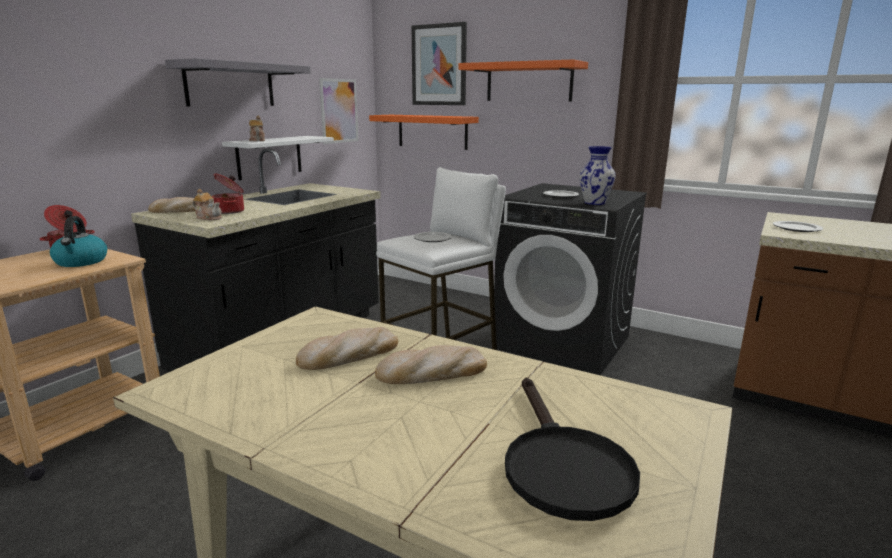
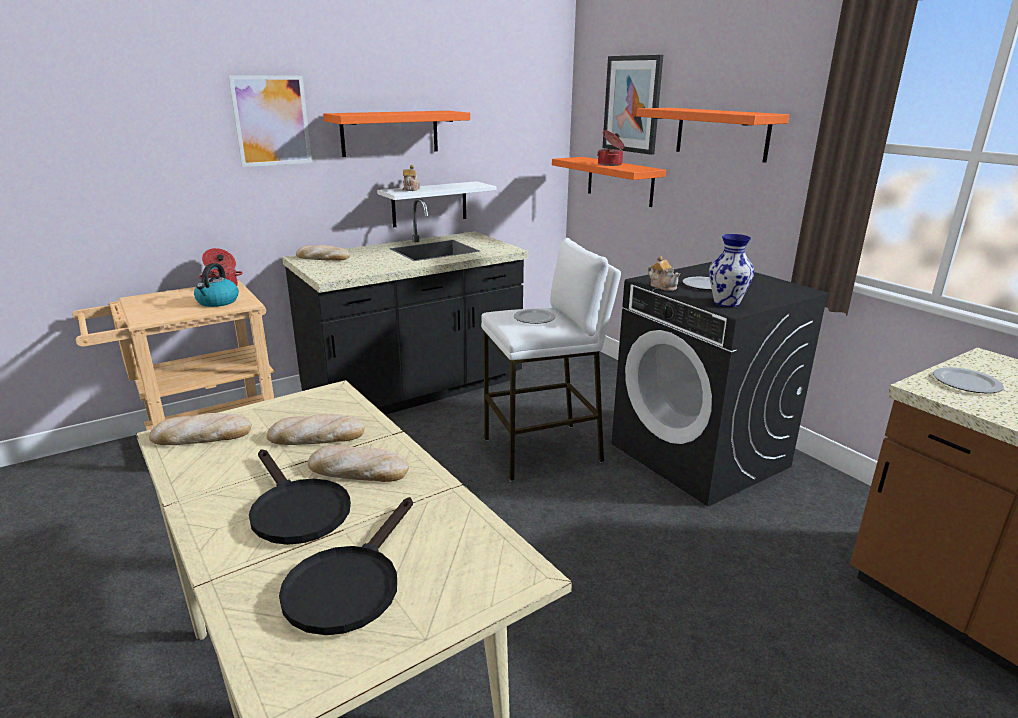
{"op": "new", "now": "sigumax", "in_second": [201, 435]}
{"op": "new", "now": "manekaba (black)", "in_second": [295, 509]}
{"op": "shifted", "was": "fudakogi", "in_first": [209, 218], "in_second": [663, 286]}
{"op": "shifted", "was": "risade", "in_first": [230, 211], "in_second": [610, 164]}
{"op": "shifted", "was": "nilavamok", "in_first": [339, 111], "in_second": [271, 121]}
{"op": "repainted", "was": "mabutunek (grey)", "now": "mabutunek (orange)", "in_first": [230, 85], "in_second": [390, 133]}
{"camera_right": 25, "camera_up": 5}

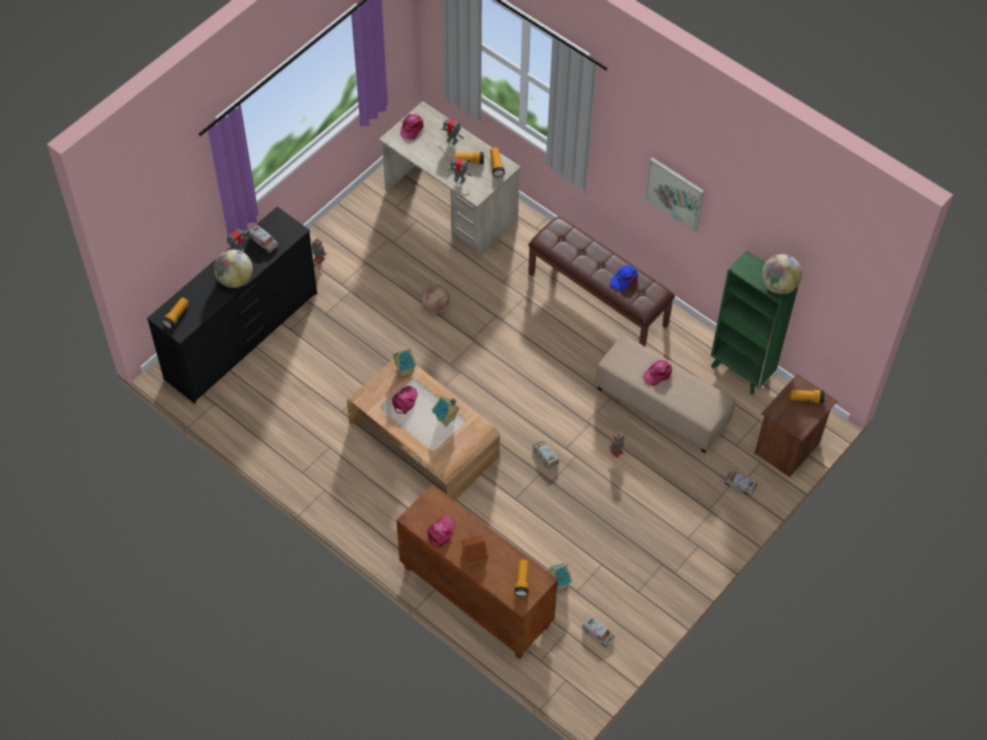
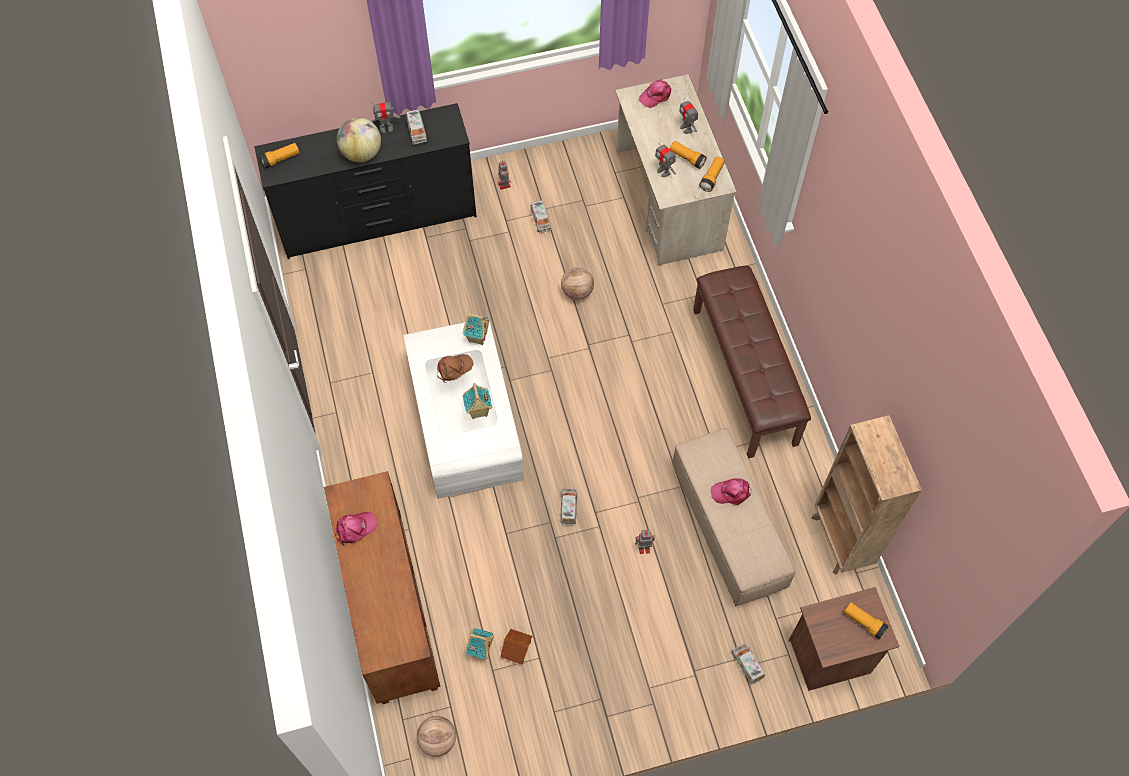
{"op": "gone", "was": "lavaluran", "in_first": [522, 581]}
{"op": "gone", "was": "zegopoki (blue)", "in_first": [624, 279]}
{"op": "gone", "was": "nilavamok", "in_first": [675, 194]}
{"op": "gone", "was": "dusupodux", "in_first": [778, 285]}
{"op": "new", "now": "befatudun", "in_second": [438, 740]}
{"op": "shifted", "was": "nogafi", "in_first": [475, 552], "in_second": [517, 649]}
{"op": "shifted", "was": "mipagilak", "in_first": [598, 634], "in_second": [540, 220]}
{"op": "repainted", "was": "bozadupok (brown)", "now": "bozadupok (white)", "in_first": [423, 439], "in_second": [465, 418]}
{"op": "repainted", "was": "zegopoki (pink)", "now": "zegopoki (brown)", "in_first": [404, 401], "in_second": [454, 368]}
{"op": "repainted", "was": "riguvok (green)", "now": "riguvok (brown)", "in_first": [741, 371], "in_second": [841, 541]}
{"camera_right": 35, "camera_up": 5}

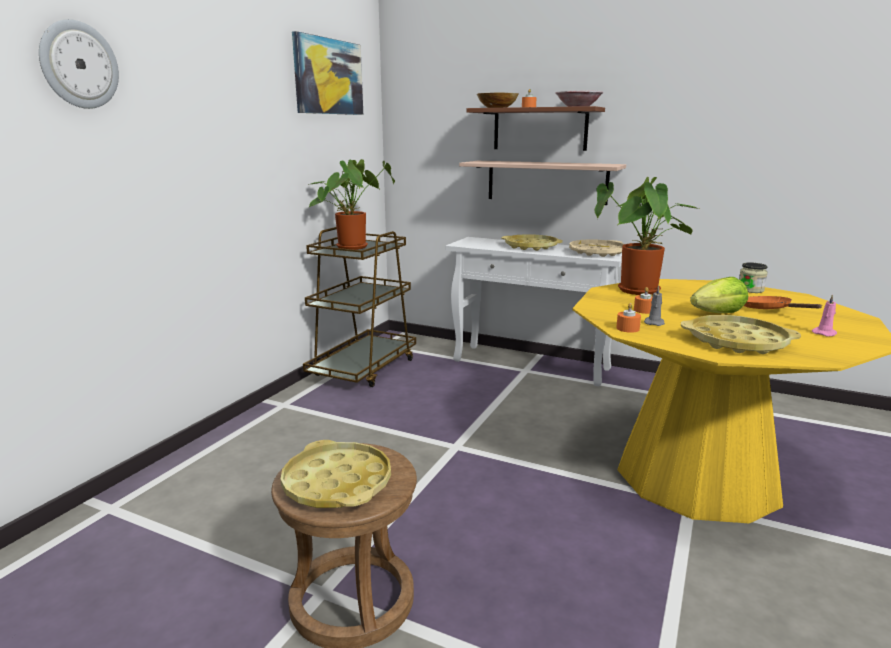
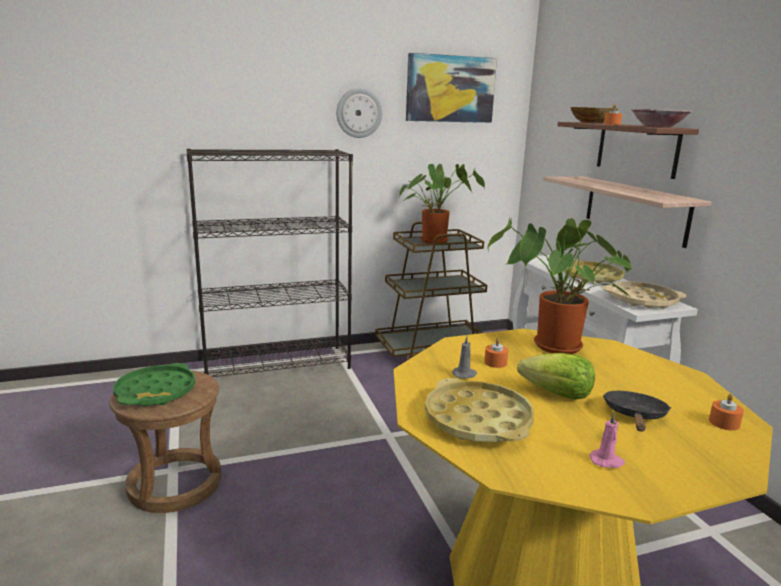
{"op": "gone", "was": "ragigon", "in_first": [750, 290]}
{"op": "new", "now": "riguvok (black)", "in_second": [278, 365]}
{"op": "shifted", "was": "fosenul", "in_first": [79, 65], "in_second": [359, 113]}
{"op": "shifted", "was": "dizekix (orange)", "in_first": [627, 328], "in_second": [724, 423]}
{"op": "repainted", "was": "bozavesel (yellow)", "now": "bozavesel (green)", "in_first": [337, 483], "in_second": [156, 392]}
{"op": "repainted", "was": "manekaba (orange)", "now": "manekaba (black)", "in_first": [769, 310], "in_second": [634, 416]}
{"camera_right": 45, "camera_up": 0}

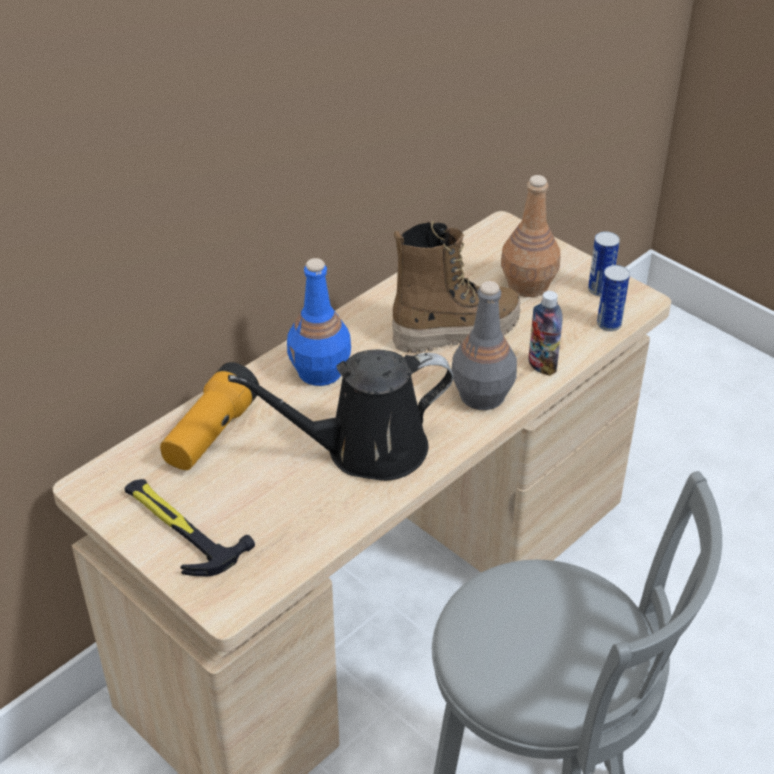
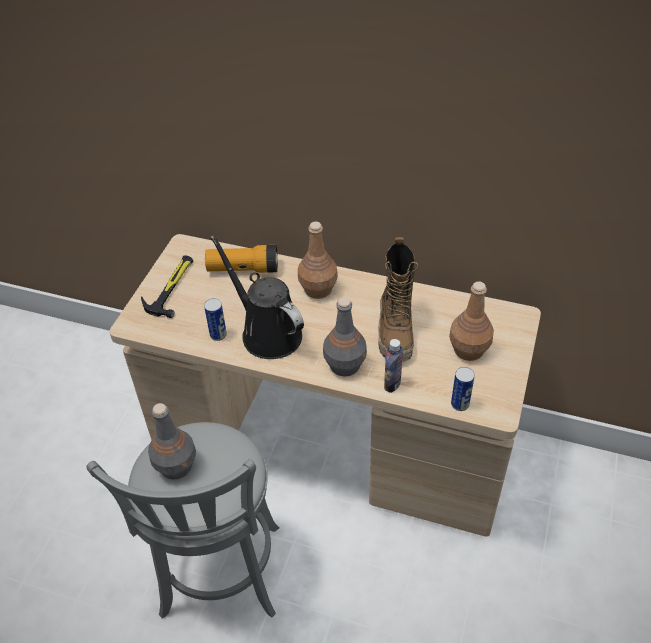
{"op": "new", "now": "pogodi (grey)", "in_second": [176, 465]}
{"op": "shifted", "was": "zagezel", "in_first": [600, 289], "in_second": [218, 335]}
{"op": "repainted", "was": "pogodi (blue)", "now": "pogodi (brown)", "in_first": [320, 372], "in_second": [318, 289]}
{"op": "rotated", "was": "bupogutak", "in_first": [456, 331], "in_second": [395, 332], "clockwise": 45}
{"camera_right": 65, "camera_up": 5}

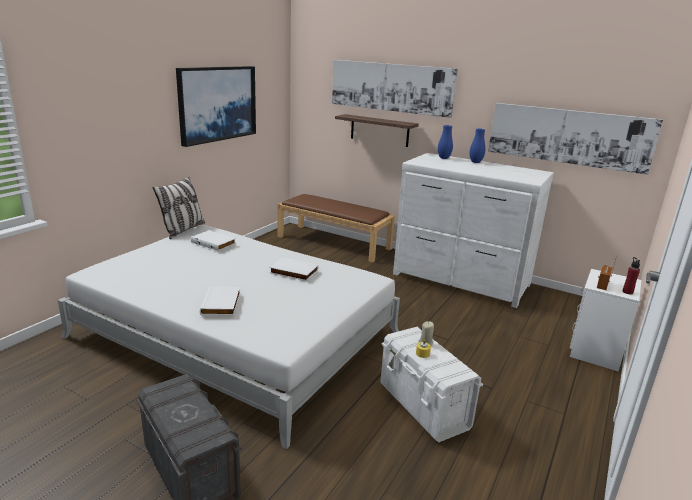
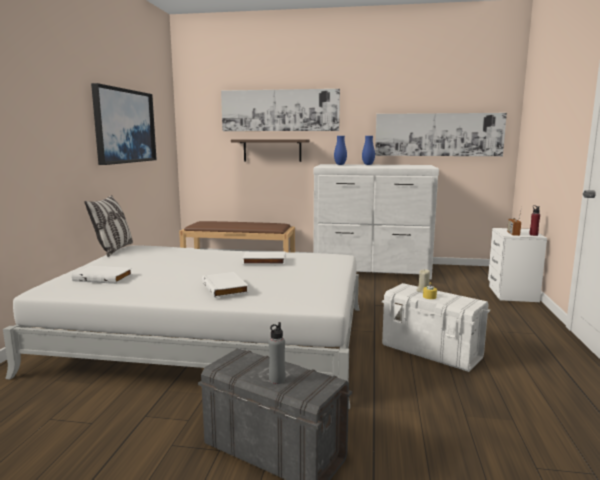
{"op": "new", "now": "pogodi (grey)", "in_second": [277, 380]}
{"op": "shifted", "was": "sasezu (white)", "in_first": [214, 242], "in_second": [104, 277]}
{"camera_right": -20, "camera_up": -10}

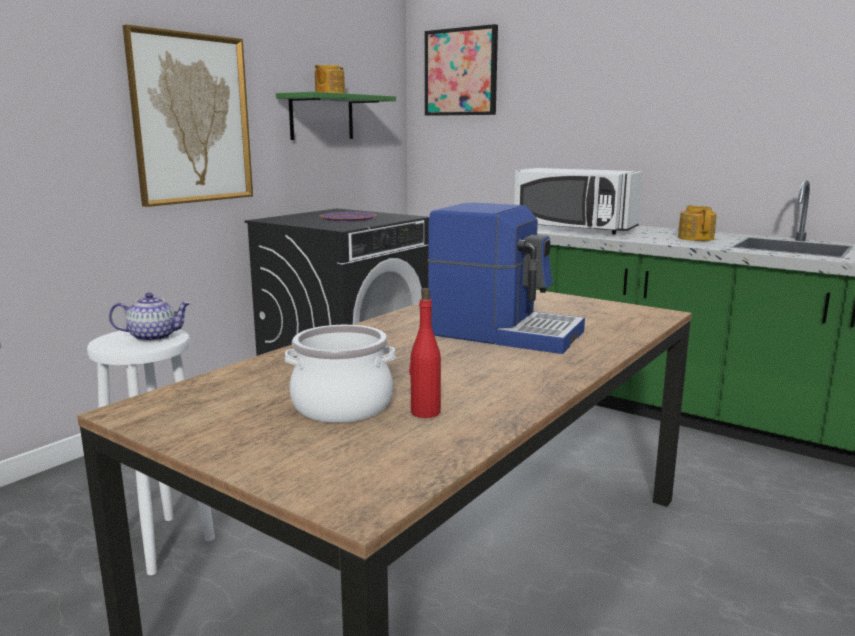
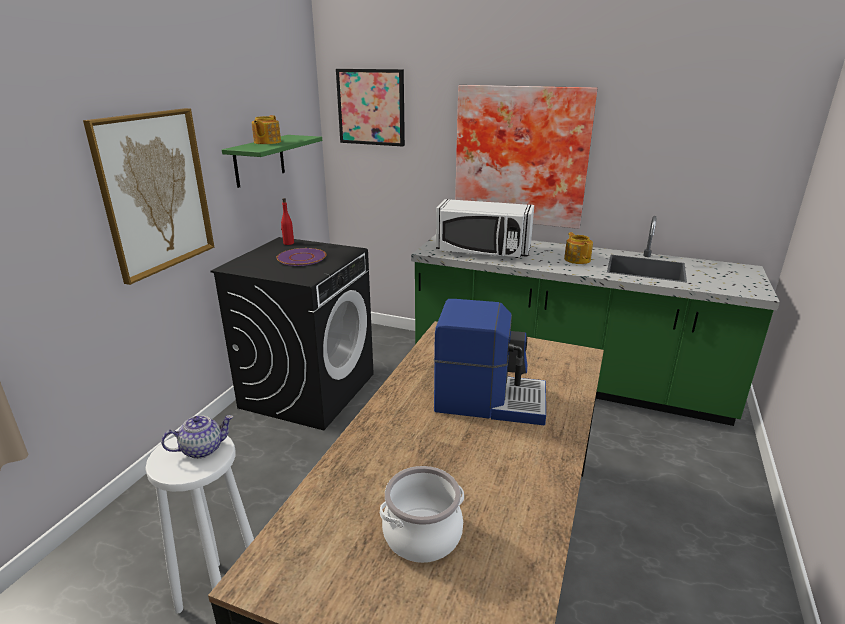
{"op": "new", "now": "nilavamok", "in_second": [521, 156]}
{"op": "shifted", "was": "pogodi (red)", "in_first": [425, 412], "in_second": [288, 243]}
{"camera_right": -15, "camera_up": 10}

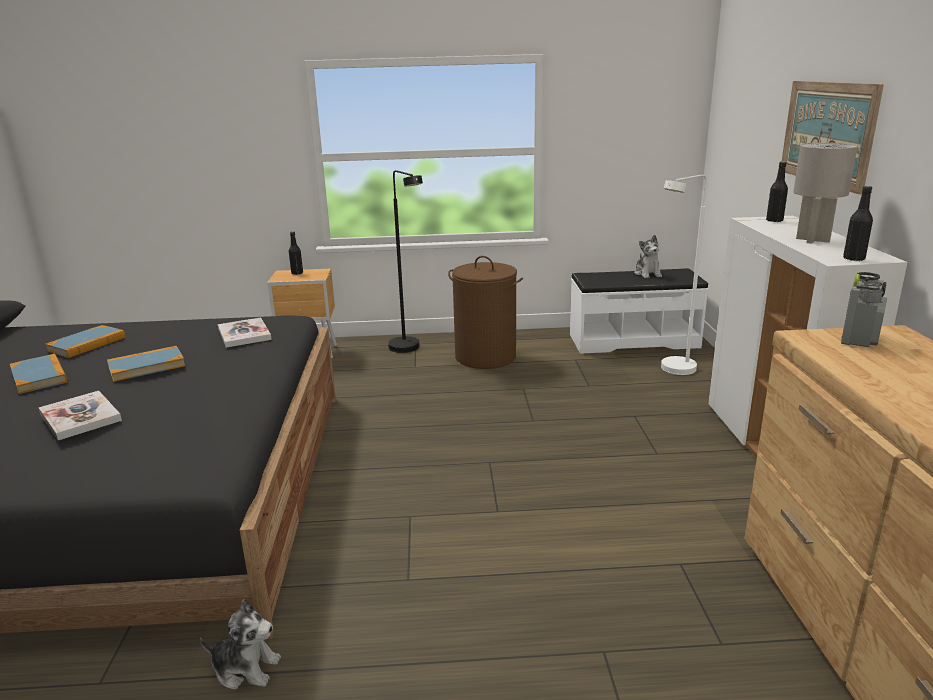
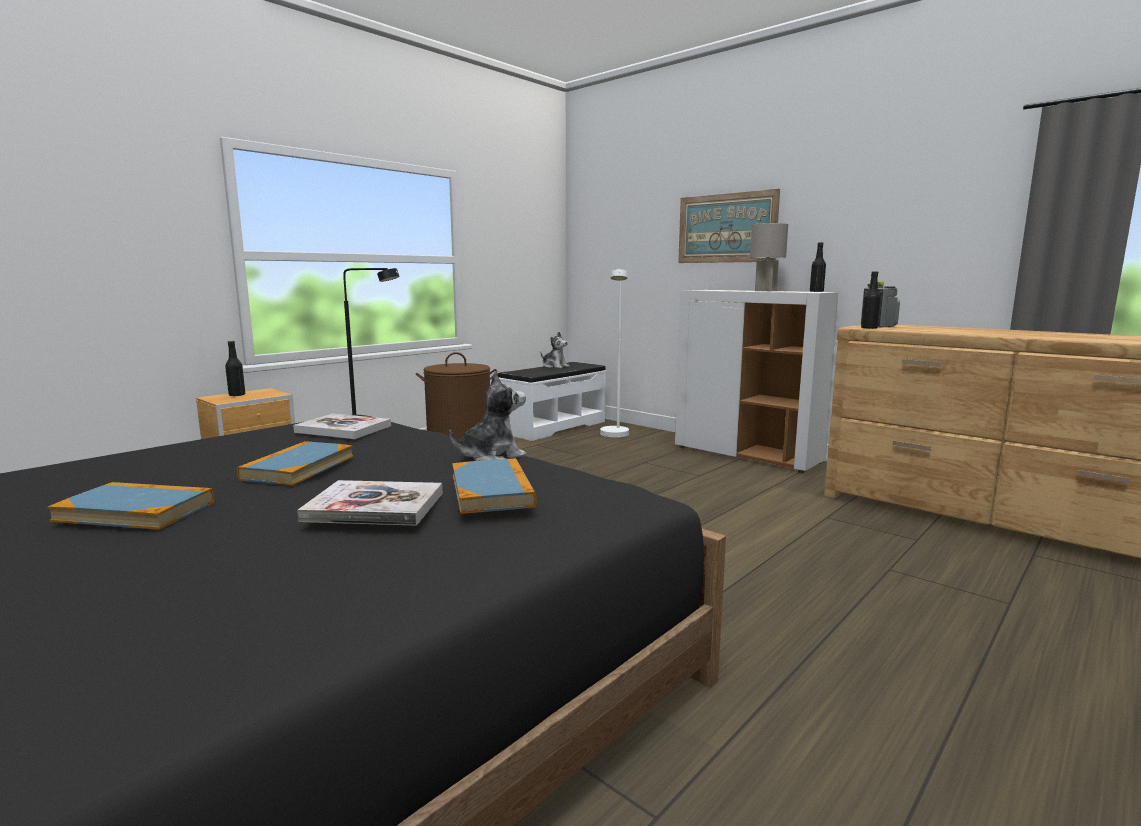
{"op": "shifted", "was": "sasezu", "in_first": [87, 344], "in_second": [492, 490]}
{"op": "shifted", "was": "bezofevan", "in_first": [246, 668], "in_second": [491, 457]}
{"op": "shifted", "was": "pogodi (black)", "in_first": [774, 221], "in_second": [869, 328]}
{"camera_right": -45, "camera_up": -10}

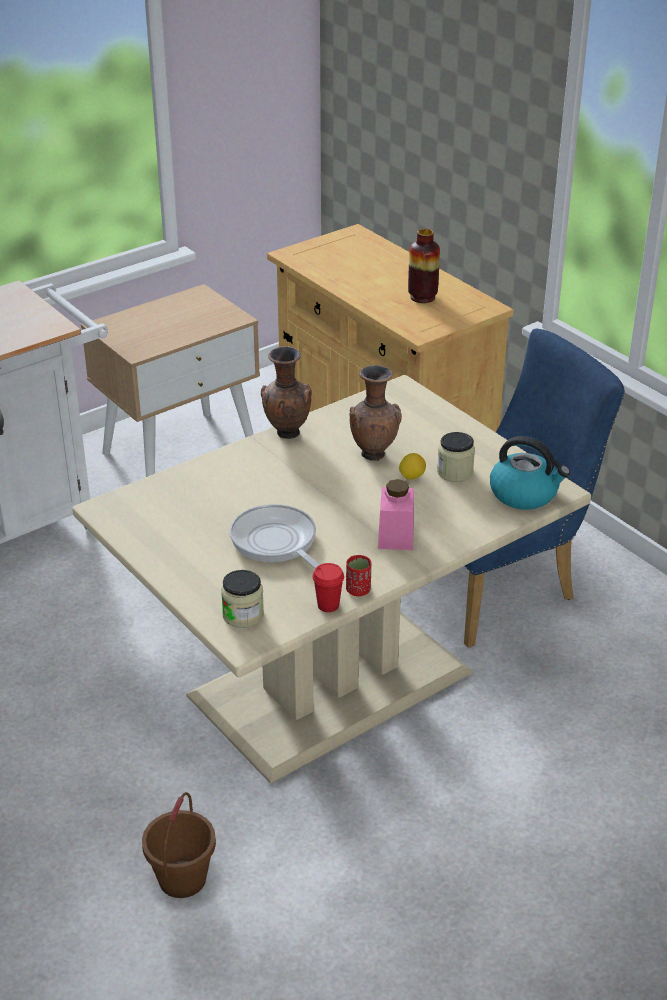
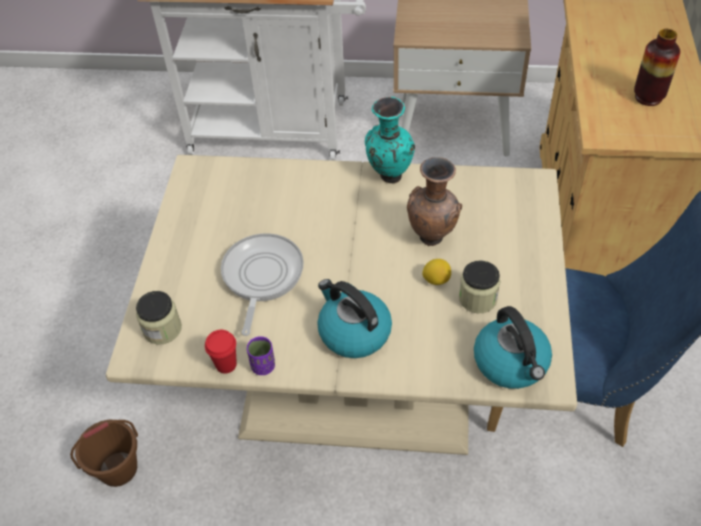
{"op": "swapped", "was": "ragigon (pink)", "now": "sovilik", "in_first": [396, 536], "in_second": [353, 332]}
{"op": "repainted", "was": "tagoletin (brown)", "now": "tagoletin (turquoise)", "in_first": [286, 434], "in_second": [389, 176]}
{"op": "repainted", "was": "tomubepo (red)", "now": "tomubepo (purple)", "in_first": [358, 590], "in_second": [263, 366]}
{"camera_right": 45, "camera_up": 15}

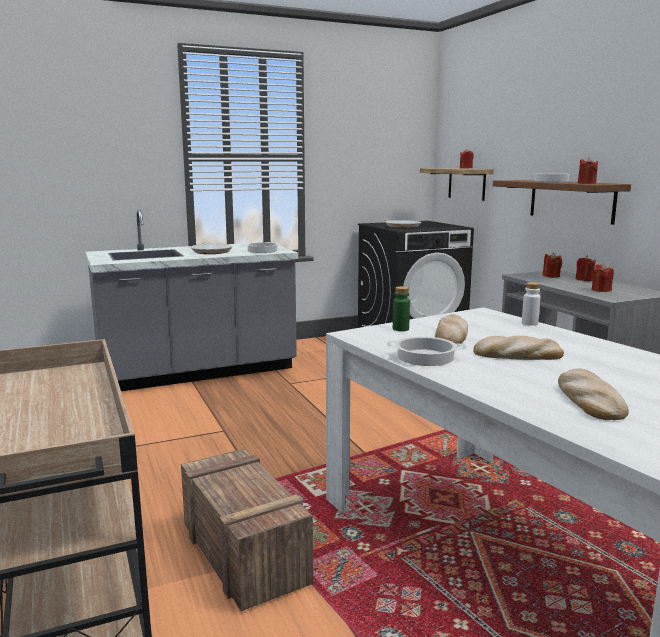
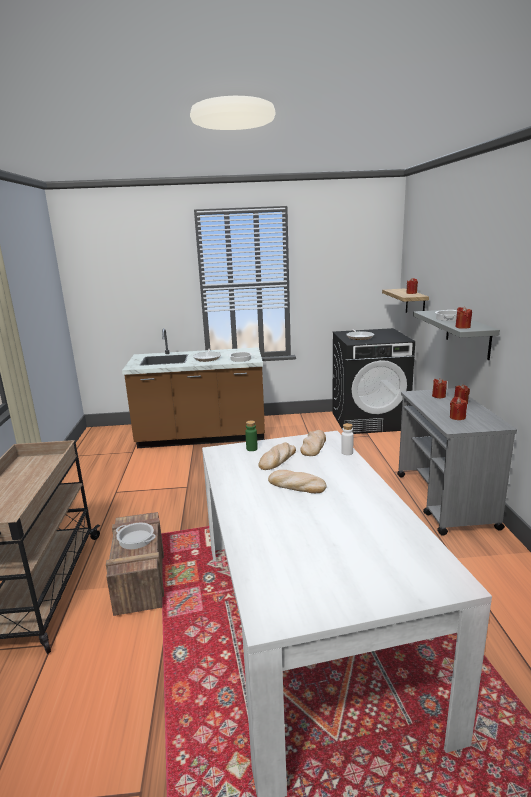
{"op": "shifted", "was": "risade", "in_first": [425, 357], "in_second": [135, 539]}
{"op": "shifted", "was": "sigumax", "in_first": [588, 400], "in_second": [313, 445]}
{"op": "repainted", "was": "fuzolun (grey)", "now": "fuzolun (brown)", "in_first": [197, 372], "in_second": [202, 437]}
{"op": "repainted", "was": "mabutunek (brown)", "now": "mabutunek (grey)", "in_first": [571, 200], "in_second": [467, 333]}
{"camera_right": 20, "camera_up": 5}

